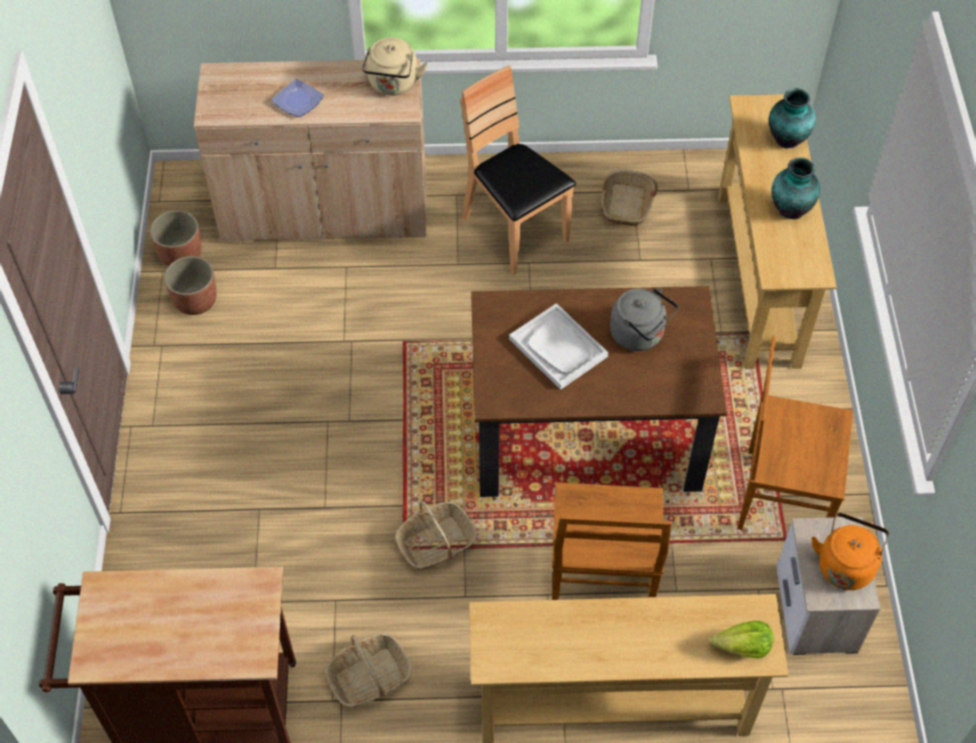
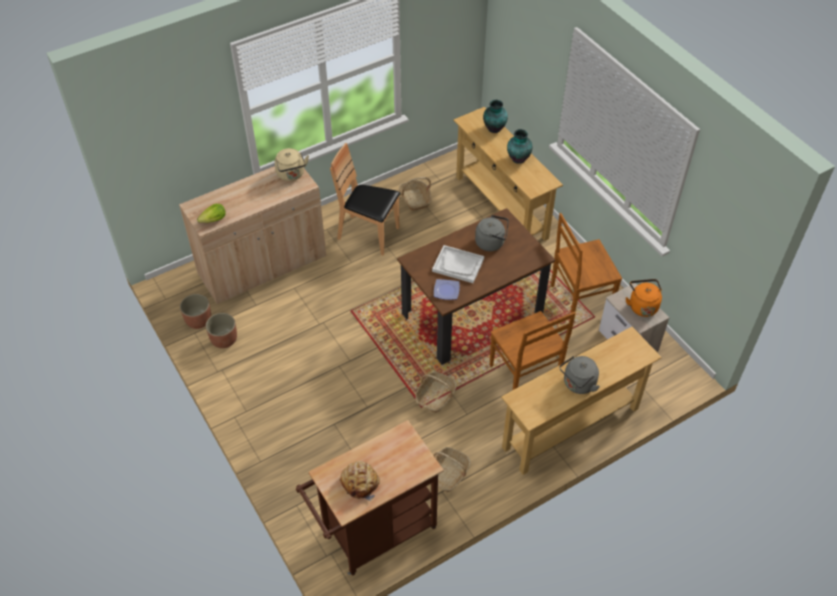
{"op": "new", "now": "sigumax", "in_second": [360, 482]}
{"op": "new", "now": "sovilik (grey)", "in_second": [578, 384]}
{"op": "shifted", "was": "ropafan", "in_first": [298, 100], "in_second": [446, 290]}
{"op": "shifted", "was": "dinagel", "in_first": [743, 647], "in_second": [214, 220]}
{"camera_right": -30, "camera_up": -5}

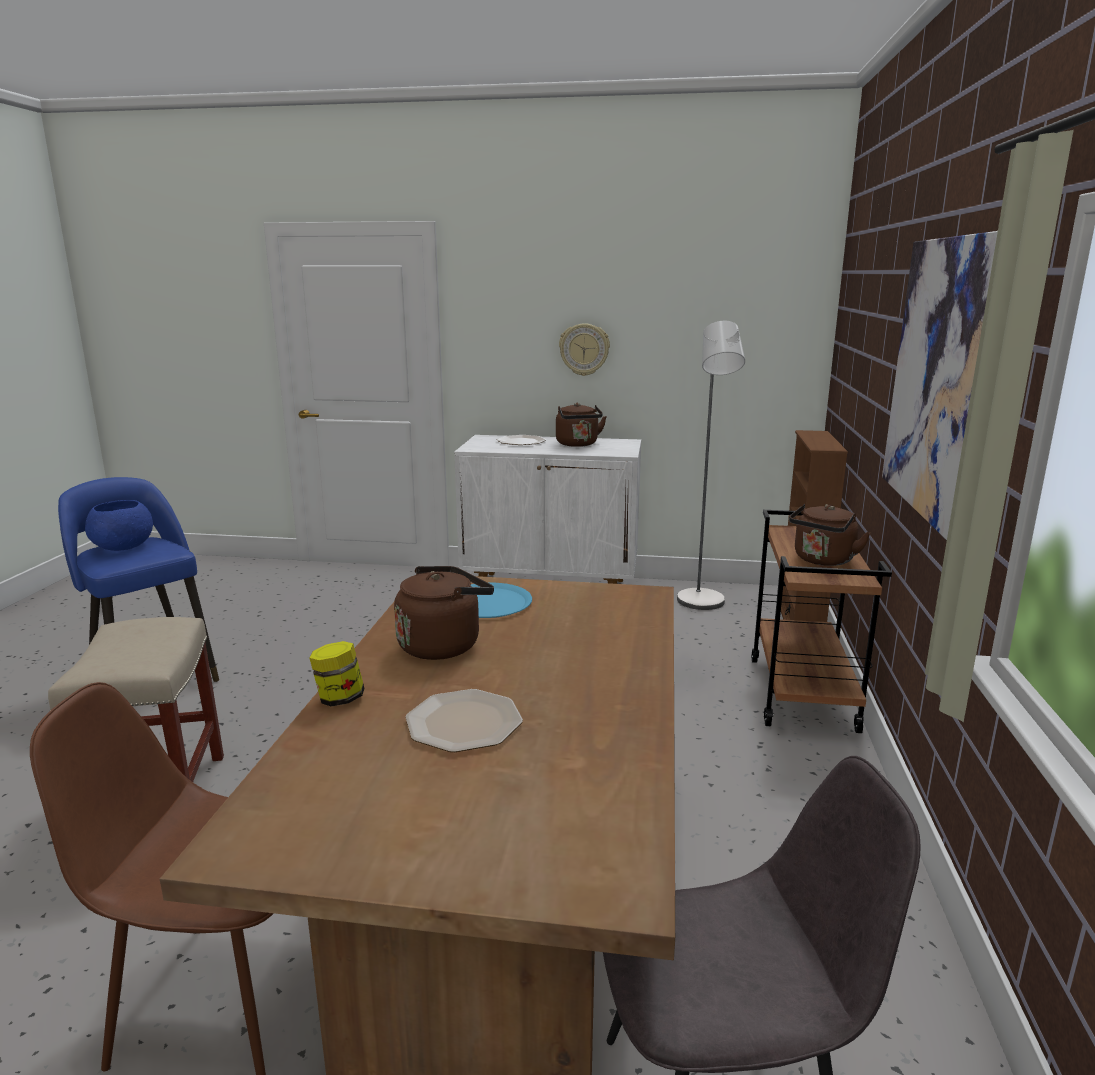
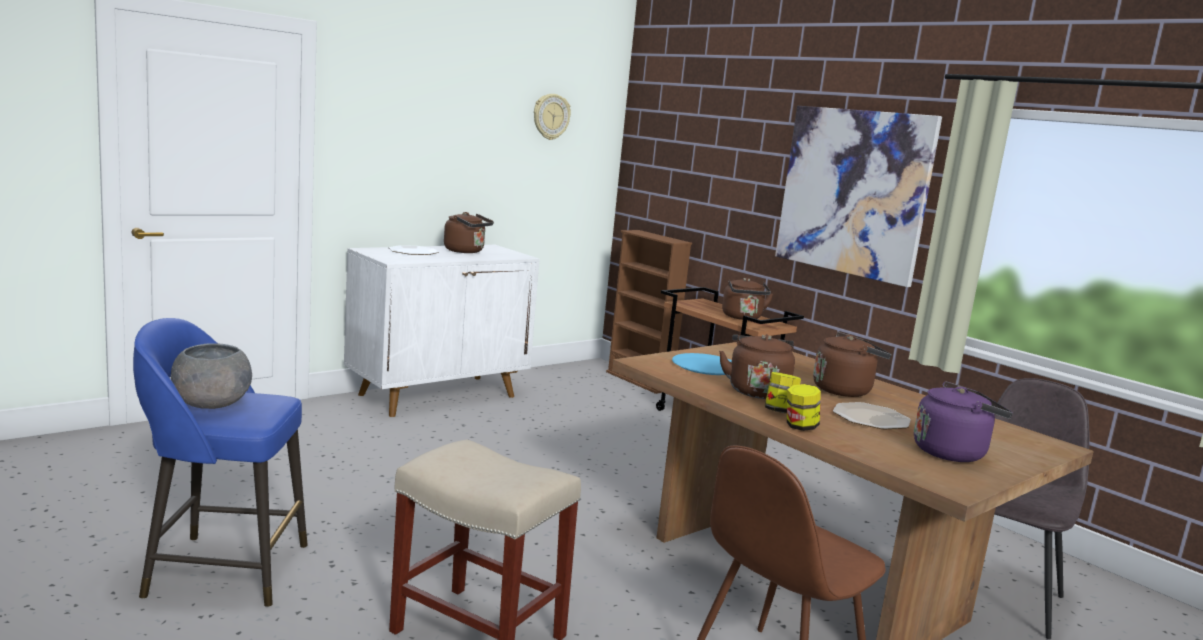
{"op": "gone", "was": "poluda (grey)", "in_first": [702, 604]}
{"op": "new", "now": "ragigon", "in_second": [779, 411]}
{"op": "new", "now": "sovilik (brown)", "in_second": [844, 390]}
{"op": "new", "now": "sovilik (purple)", "in_second": [952, 452]}
{"op": "shifted", "was": "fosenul", "in_first": [584, 349], "in_second": [551, 116]}
{"op": "repainted", "was": "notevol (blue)", "now": "notevol (grey)", "in_first": [123, 547], "in_second": [212, 404]}
{"camera_right": -50, "camera_up": -5}

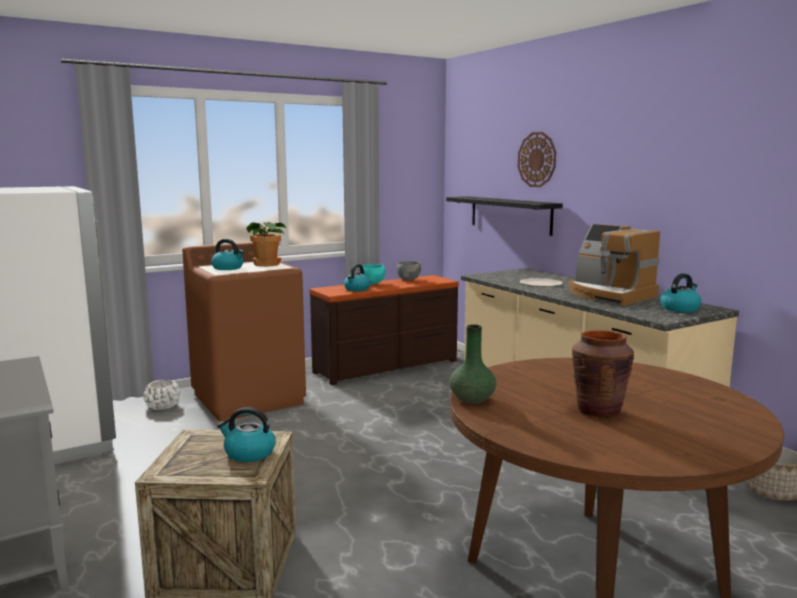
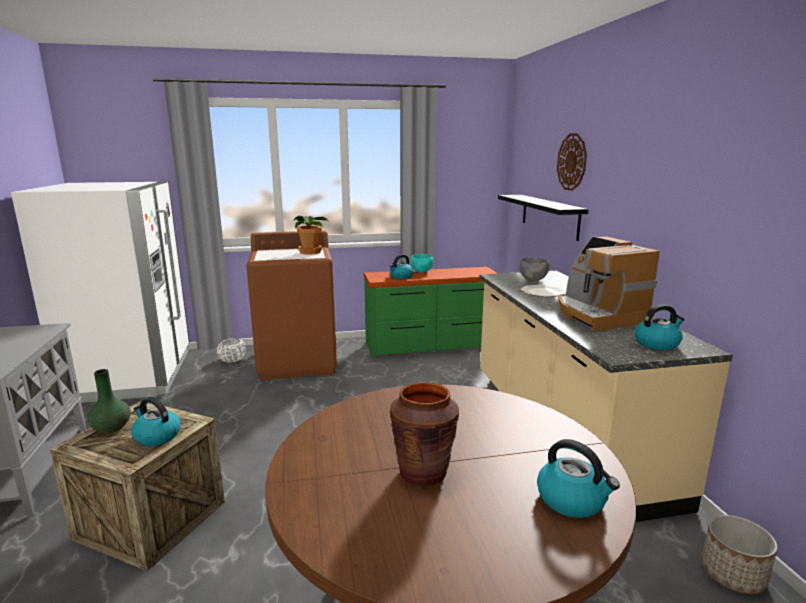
{"op": "shifted", "was": "sovilik", "in_first": [228, 268], "in_second": [572, 500]}
{"op": "shifted", "was": "notevol (grey)", "in_first": [409, 280], "in_second": [533, 280]}
{"op": "shifted", "was": "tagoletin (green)", "in_first": [471, 399], "in_second": [111, 428]}
{"op": "repainted", "was": "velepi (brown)", "now": "velepi (green)", "in_first": [387, 367], "in_second": [431, 346]}
{"camera_right": 20, "camera_up": 5}

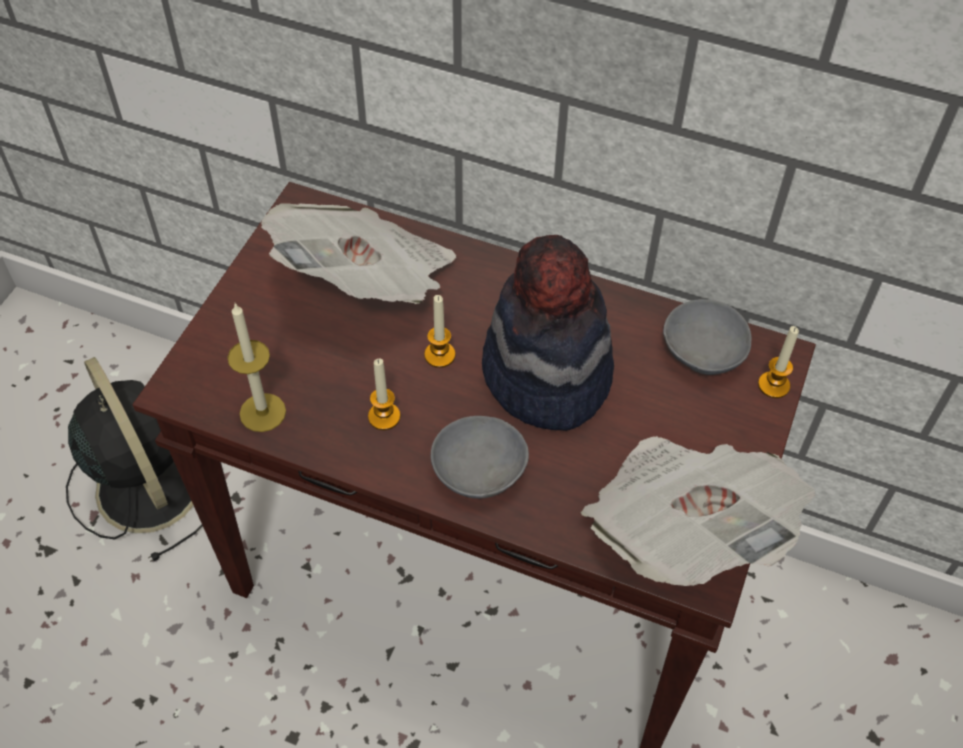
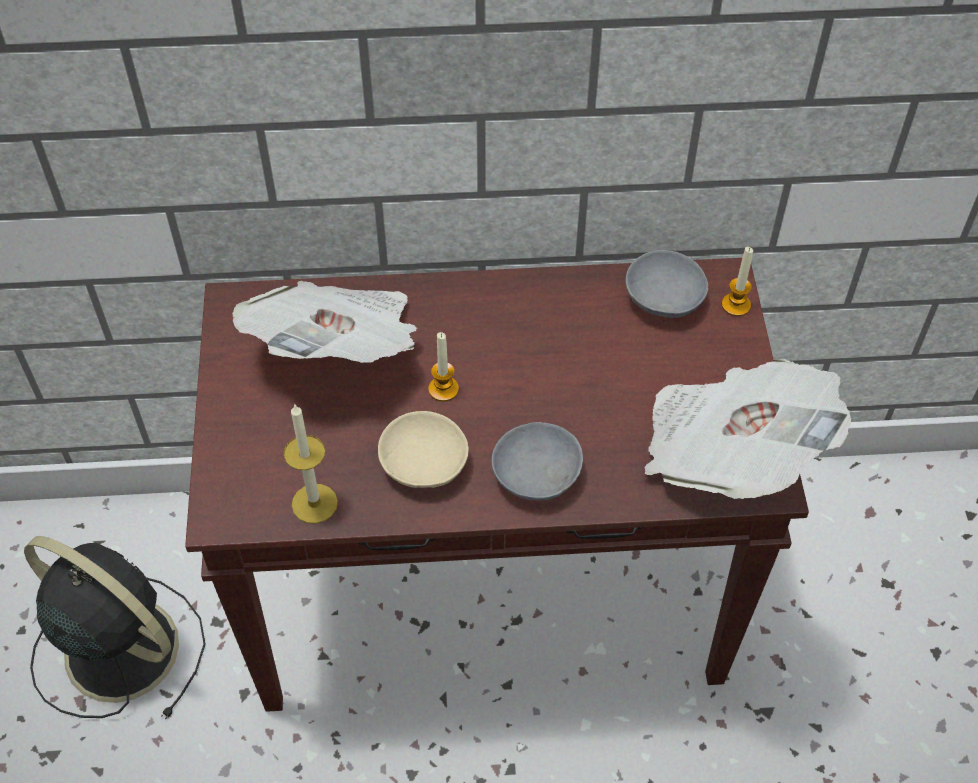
{"op": "gone", "was": "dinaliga", "in_first": [546, 375]}
{"op": "swapped", "was": "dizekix", "now": "notevol (beige)", "in_first": [384, 417], "in_second": [427, 462]}
{"camera_right": -25, "camera_up": 0}

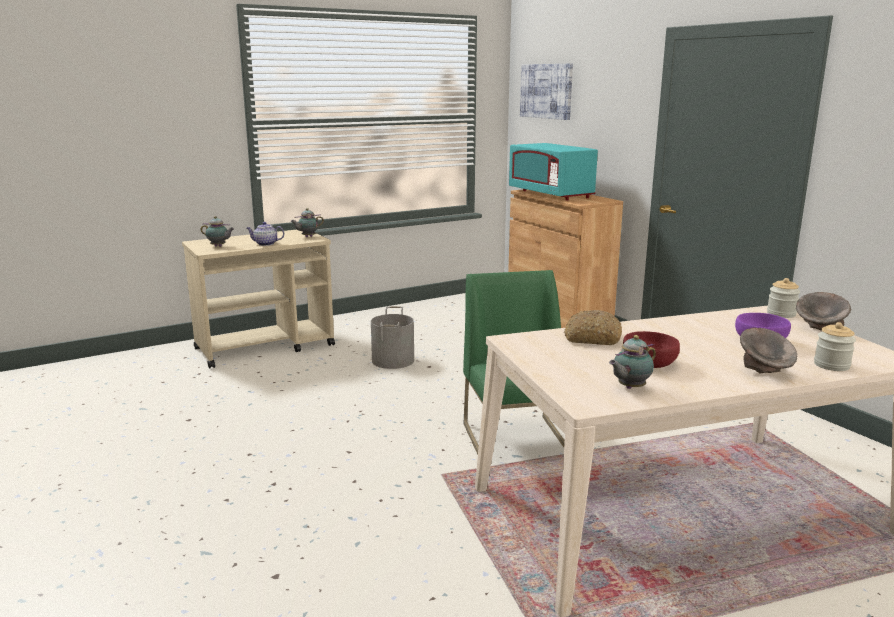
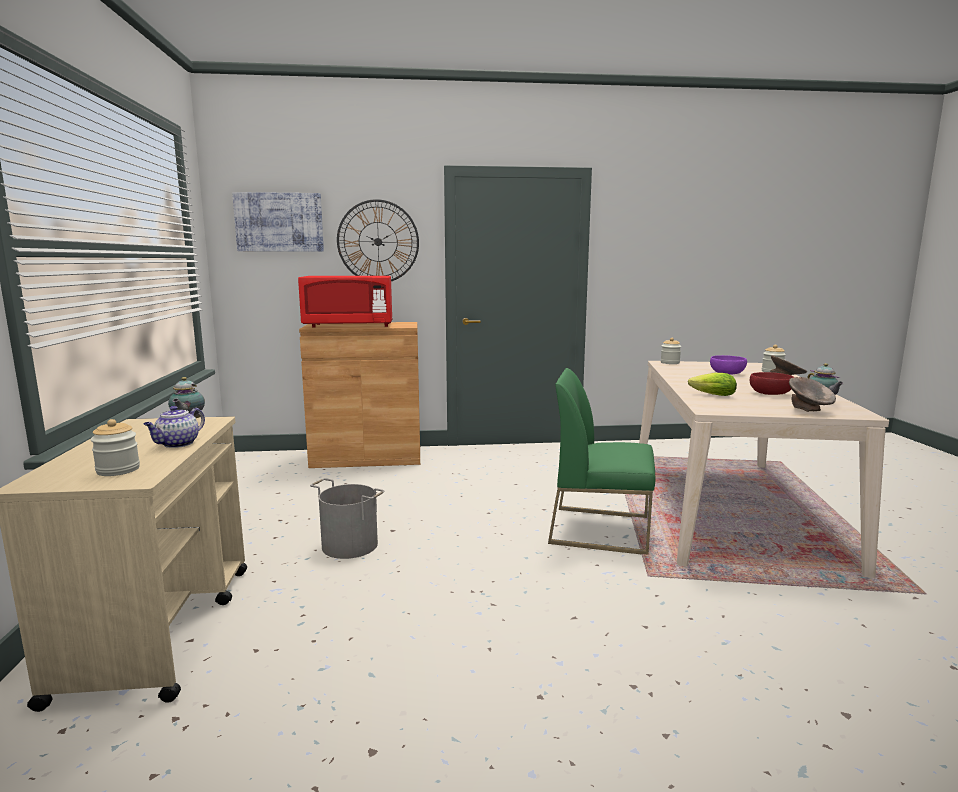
{"op": "new", "now": "fosenul", "in_second": [378, 242]}
{"op": "shifted", "was": "notevol (grey)", "in_first": [819, 329], "in_second": [809, 411]}
{"op": "swapped", "was": "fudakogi", "now": "ragigon", "in_first": [219, 246], "in_second": [118, 470]}
{"op": "swapped", "was": "sigumax", "now": "dinagel", "in_first": [592, 338], "in_second": [710, 395]}
{"op": "repainted", "was": "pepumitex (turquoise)", "now": "pepumitex (red)", "in_first": [550, 194], "in_second": [349, 326]}
{"camera_right": -65, "camera_up": -5}

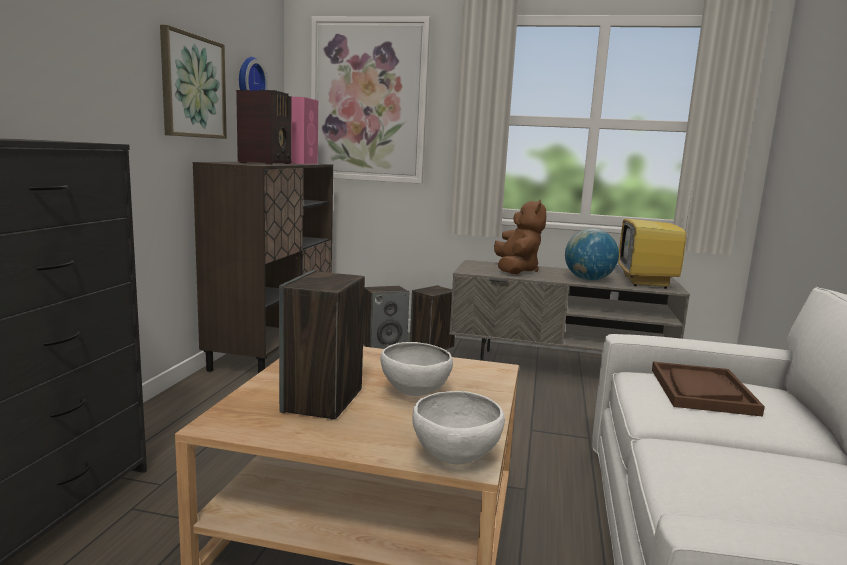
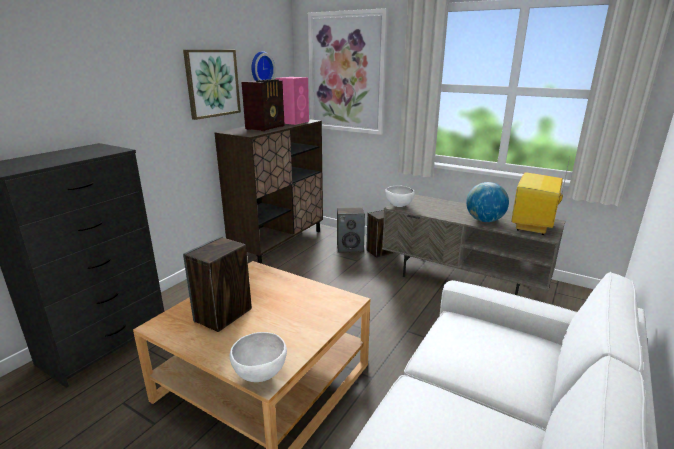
{"op": "gone", "was": "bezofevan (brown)", "in_first": [516, 270]}
{"op": "gone", "was": "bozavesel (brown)", "in_first": [701, 391]}
{"op": "shifted", "was": "notevol (white)", "in_first": [414, 394], "in_second": [398, 206]}
{"camera_right": 20, "camera_up": 10}

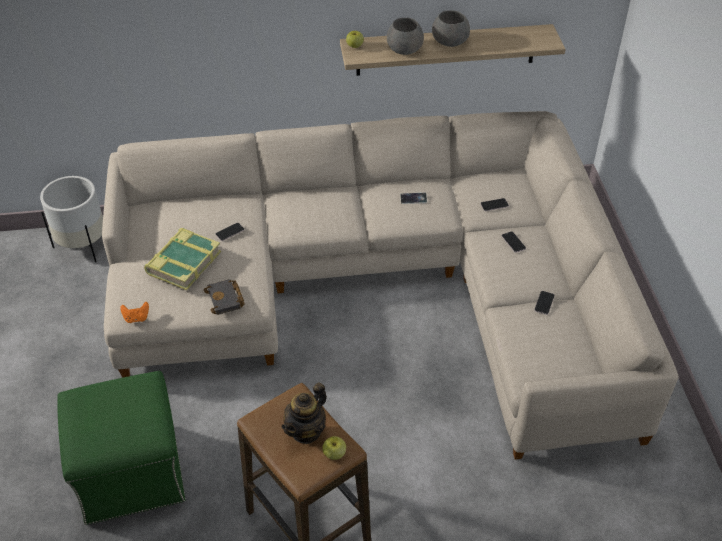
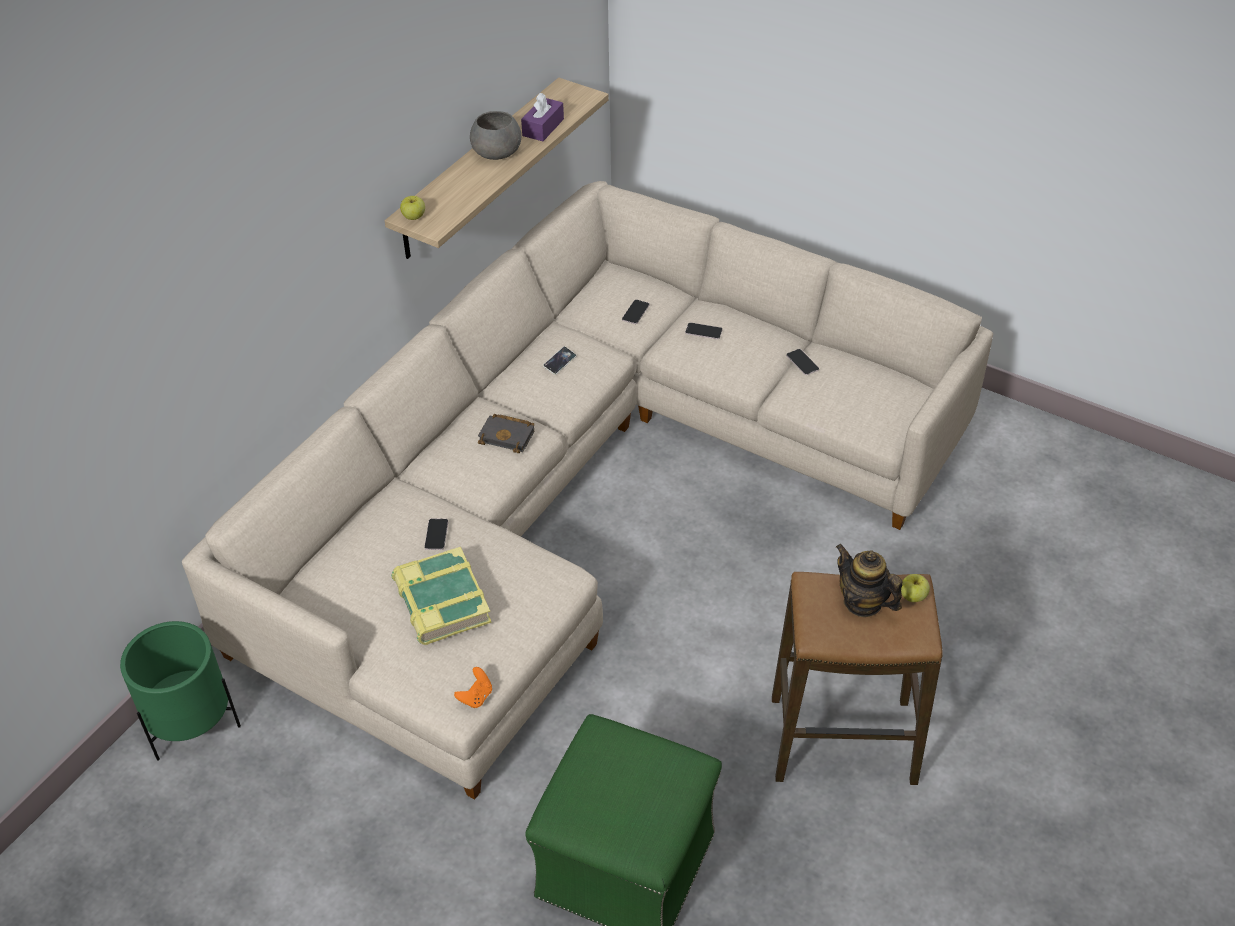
{"op": "gone", "was": "notevol (grey)", "in_first": [404, 49]}
{"op": "new", "now": "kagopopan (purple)", "in_second": [543, 127]}
{"op": "shifted", "was": "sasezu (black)", "in_first": [226, 299], "in_second": [508, 436]}
{"op": "repainted", "was": "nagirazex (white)", "now": "nagirazex (green)", "in_first": [82, 245], "in_second": [192, 725]}
{"op": "rotated", "was": "fudakogi", "in_first": [306, 431], "in_second": [863, 602], "clockwise": 150}
{"camera_right": -50, "camera_up": 0}

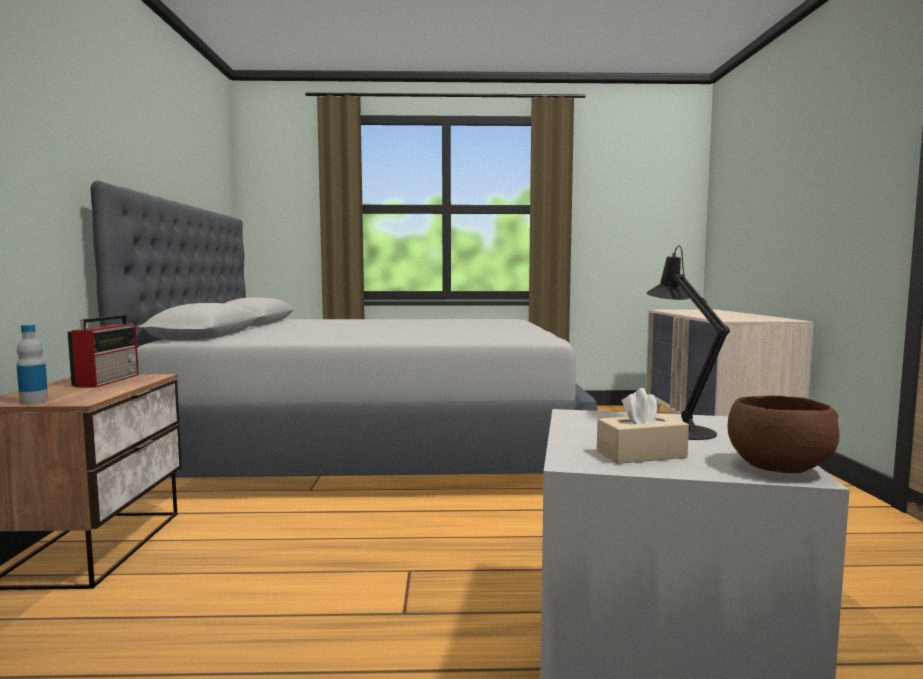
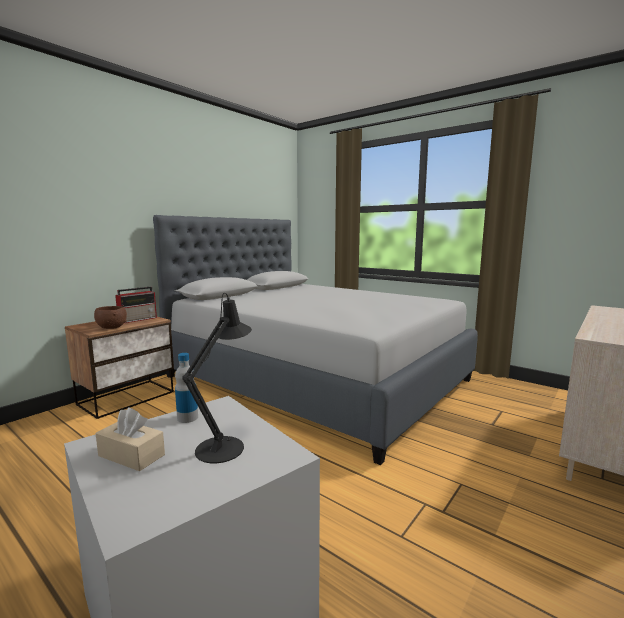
{"op": "shifted", "was": "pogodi", "in_first": [34, 401], "in_second": [187, 418]}
{"op": "shifted", "was": "notevol (brown)", "in_first": [776, 468], "in_second": [111, 327]}
{"camera_right": 40, "camera_up": 5}

